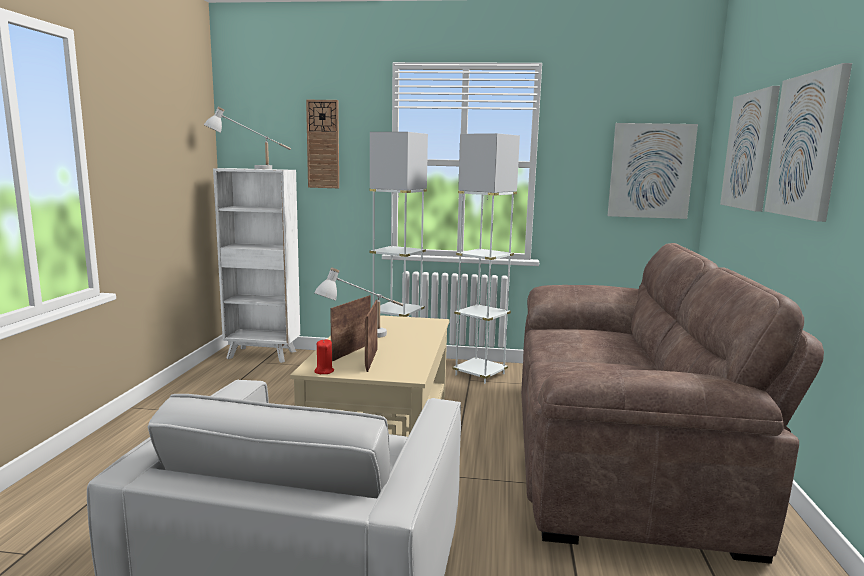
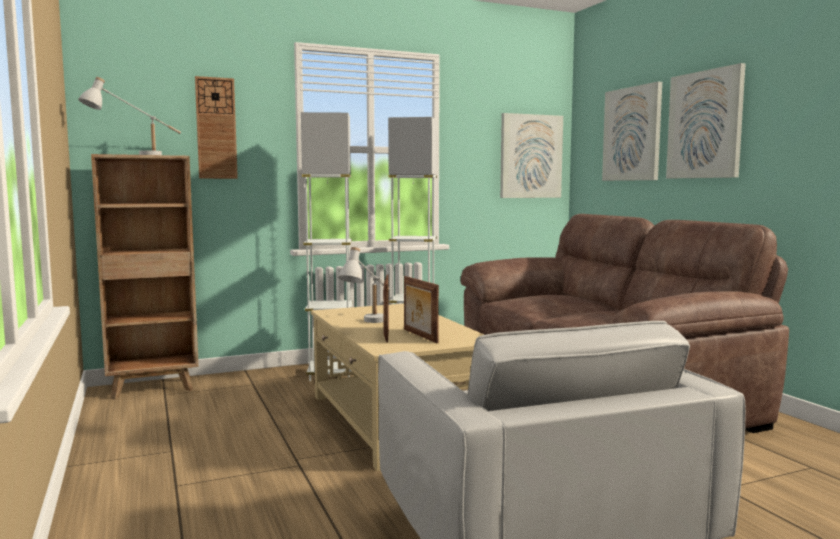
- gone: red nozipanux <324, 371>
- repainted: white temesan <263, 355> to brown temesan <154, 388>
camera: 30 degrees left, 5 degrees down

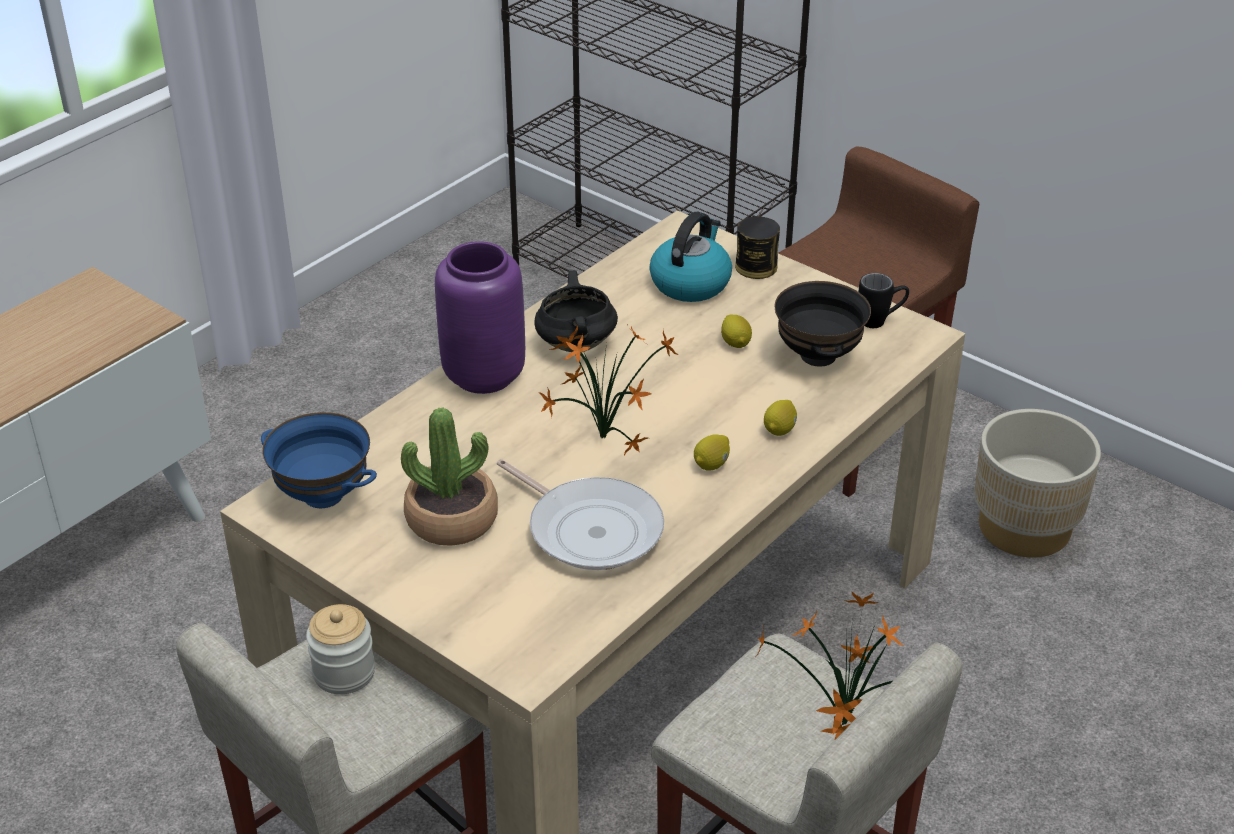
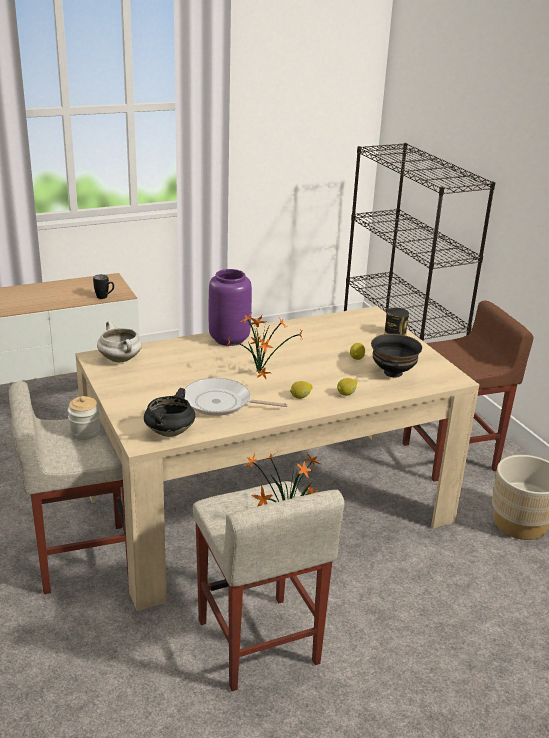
- gone: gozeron <452, 519>
- gone: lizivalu <690, 282>
- shifted: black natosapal <575, 344> to <169, 431>
- shifted: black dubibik <880, 321> to <105, 297>
- swapped: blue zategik <324, 495> to white natosapal <121, 359>
- rotated: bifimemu <590, 529> = <221, 403> 120 degrees clockwise
camera: 25 degrees right, 10 degrees down

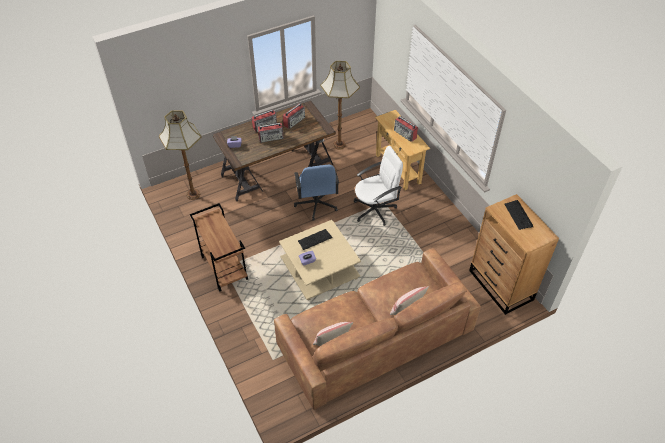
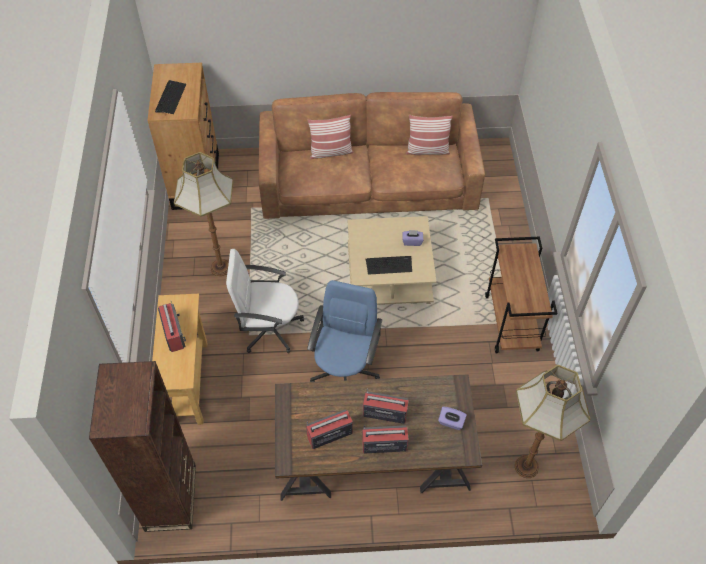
- new: brown temesan <171, 497>
- shifted: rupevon <339, 144> to <220, 268>
camera: 155 degrees left, 5 degrees up

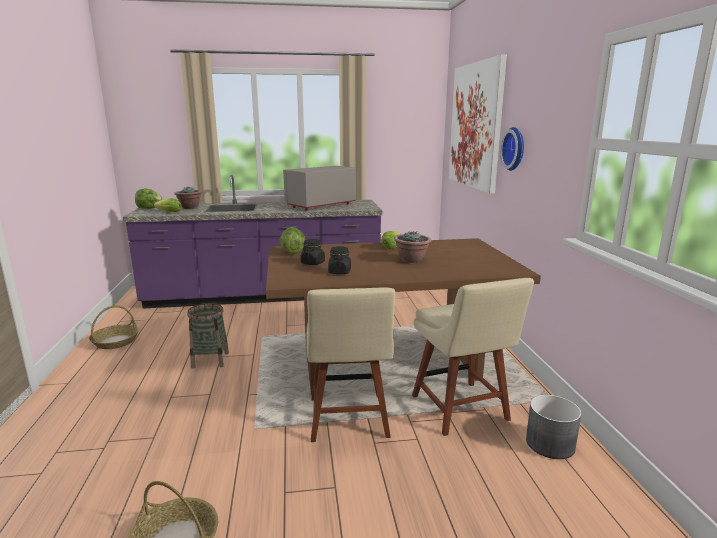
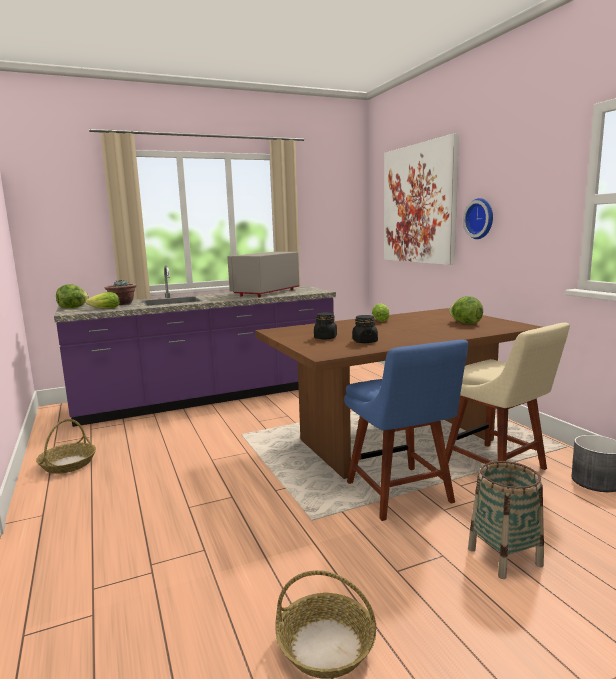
- gone: gozeron <411, 260>
- shifted: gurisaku <210, 360> to <504, 557>
- shifted: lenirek <292, 252> to <465, 323>
- repainted: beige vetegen <348, 420> to blue vetegen <401, 495>
camera: 15 degrees left, 5 degrees down

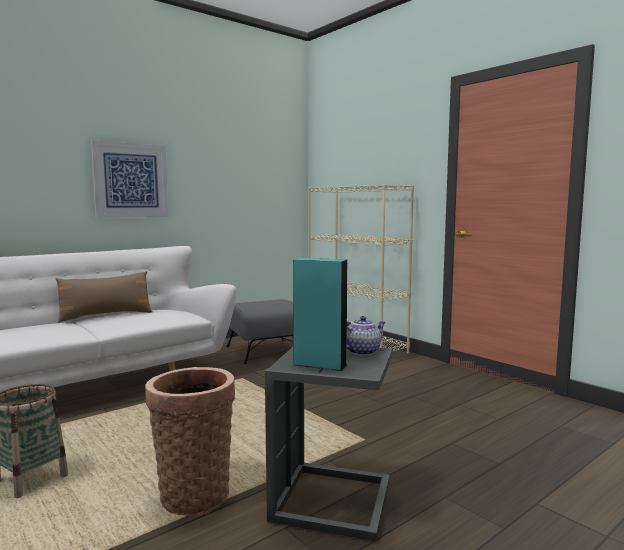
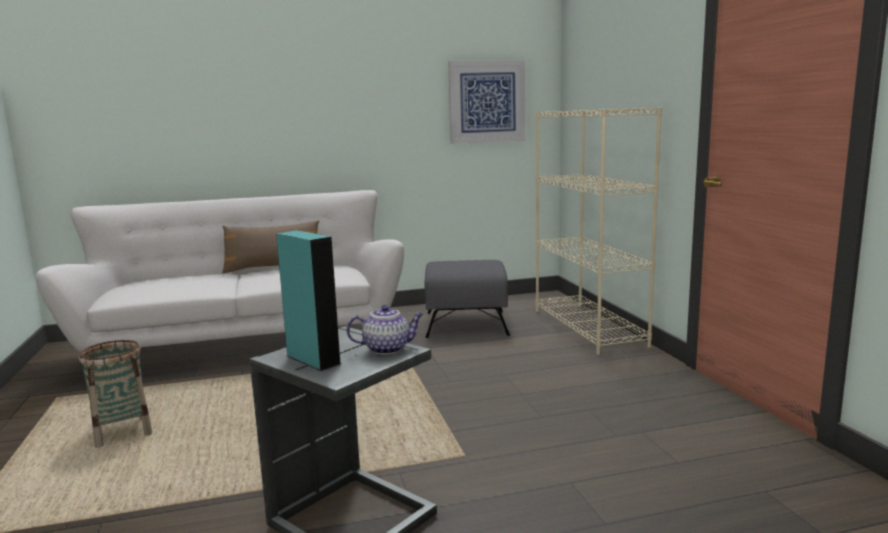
- gone: gurisaku <194, 493>
- shifted: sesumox <130, 180> to <487, 102>
camera: 25 degrees right, 5 degrees up

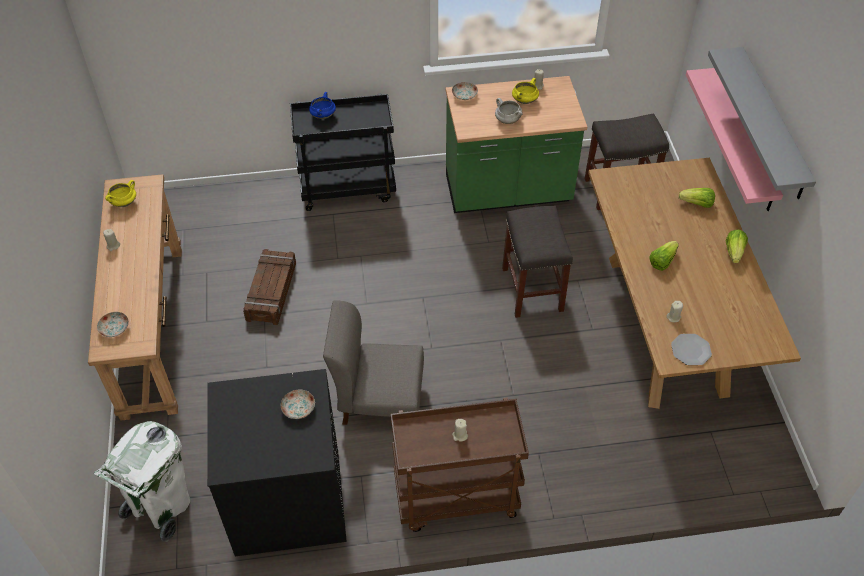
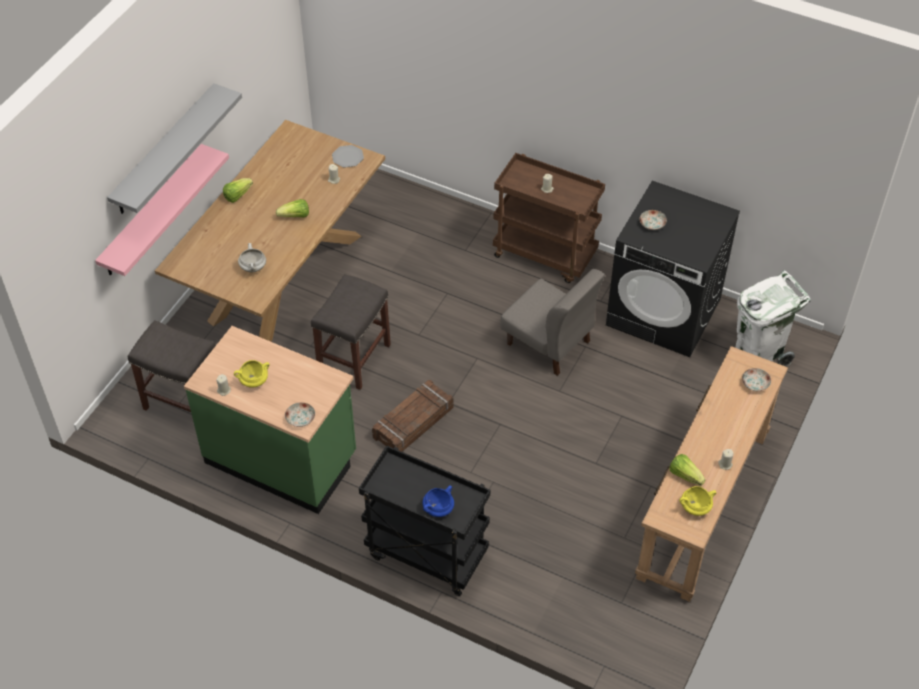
- shifted: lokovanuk <272, 292> to <412, 422>
- shifted: white natosapal <507, 120> to <253, 268>
- shifted: lenirek <697, 204> to <685, 475>
camera: 145 degrees left, 0 degrees up

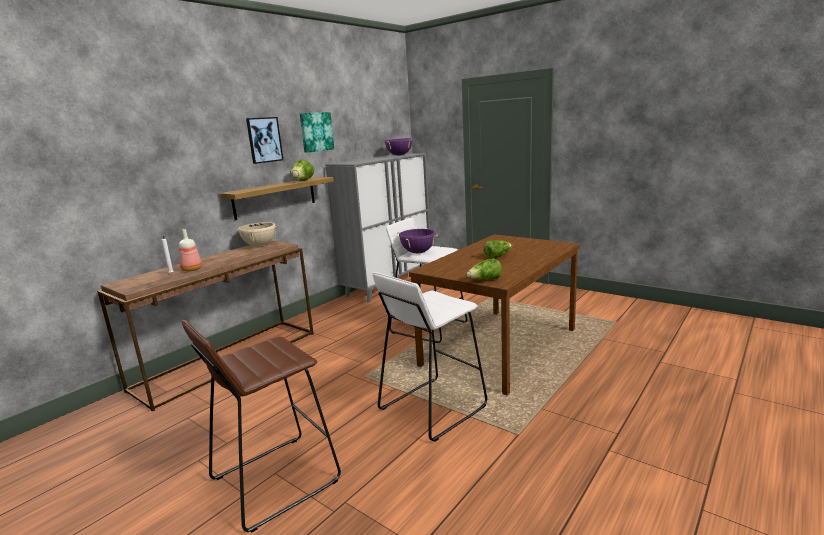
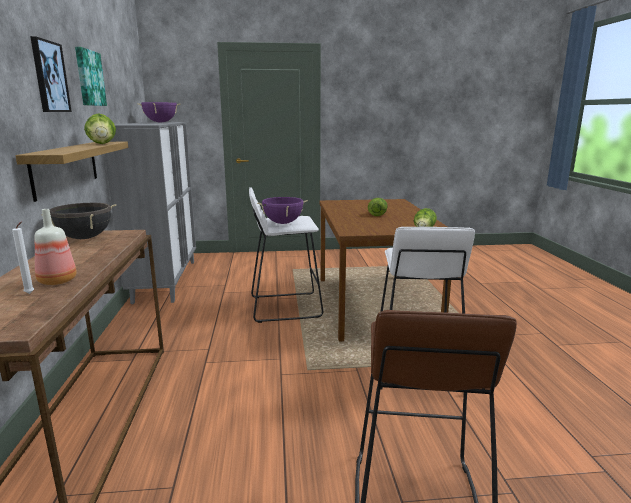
- repainted: beige natosapal <259, 245> to black natosapal <84, 238>
camera: 45 degrees left, 0 degrees up

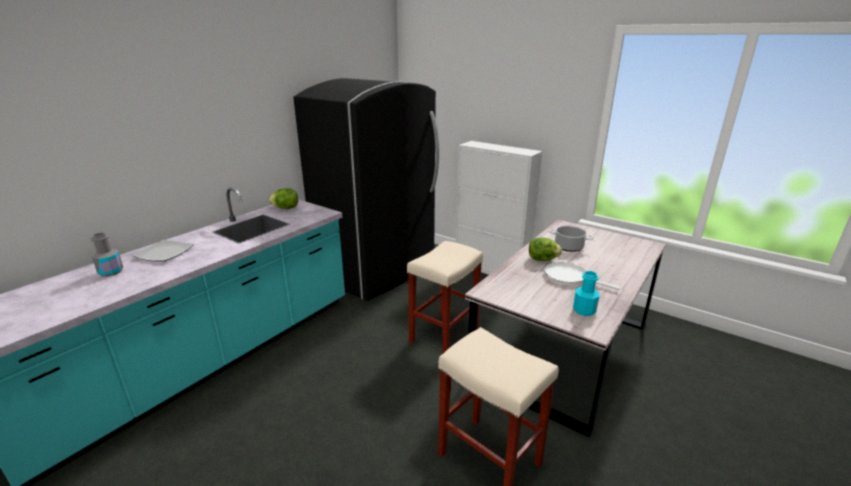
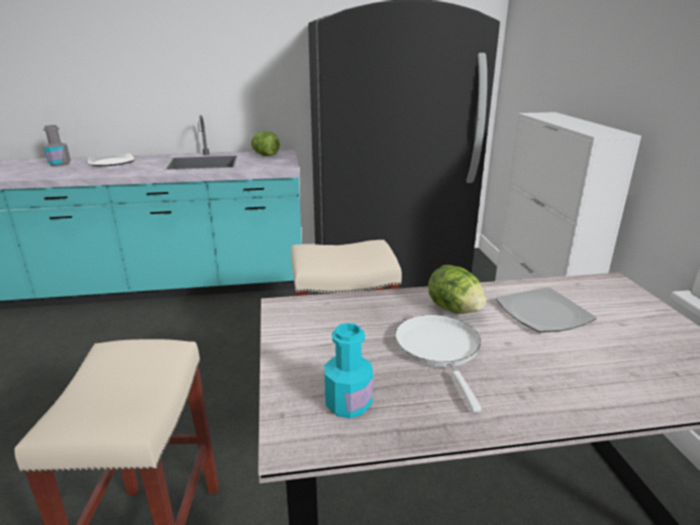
- swapped: natosapal <569, 247> to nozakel <544, 313>
camera: 45 degrees right, 0 degrees up

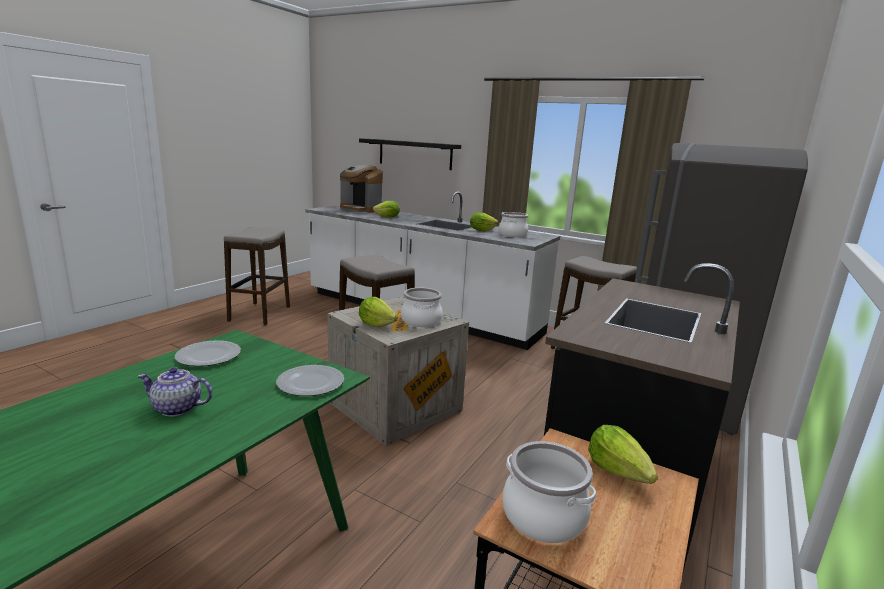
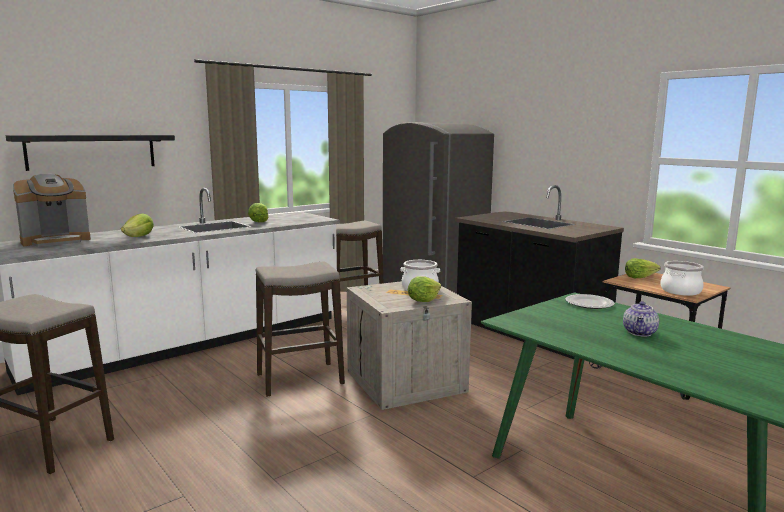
- gone: nozakel <209, 356>
- gone: natosapal <513, 234>
camera: 70 degrees left, 5 degrees down

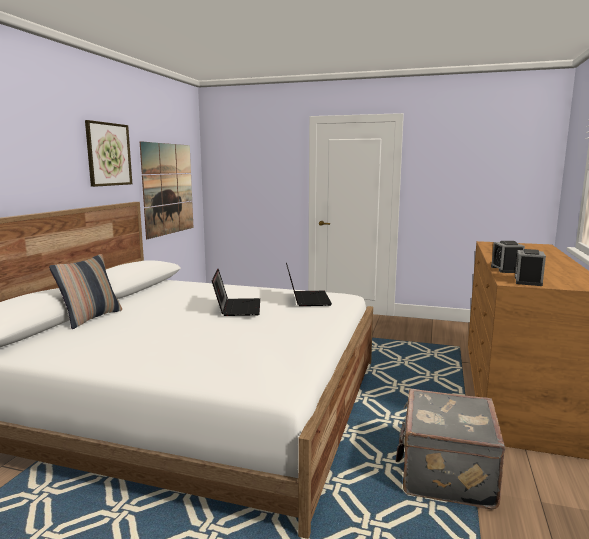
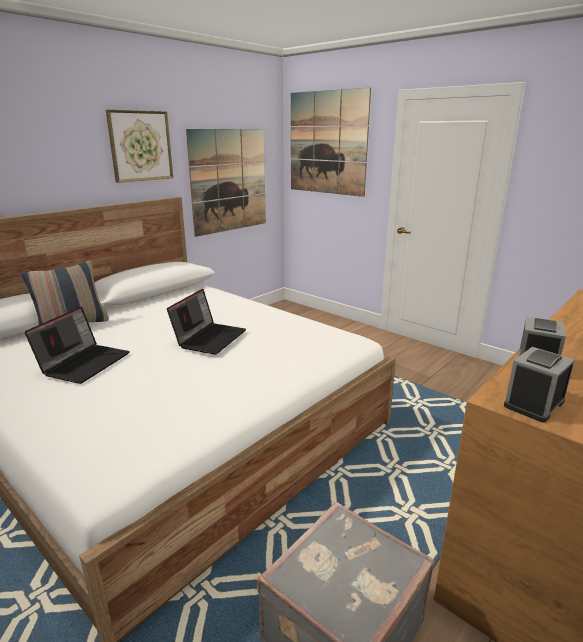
- new: sesumox <327, 143>
- shifted: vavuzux <307, 299> to <84, 363>
camera: 25 degrees right, 10 degrees up

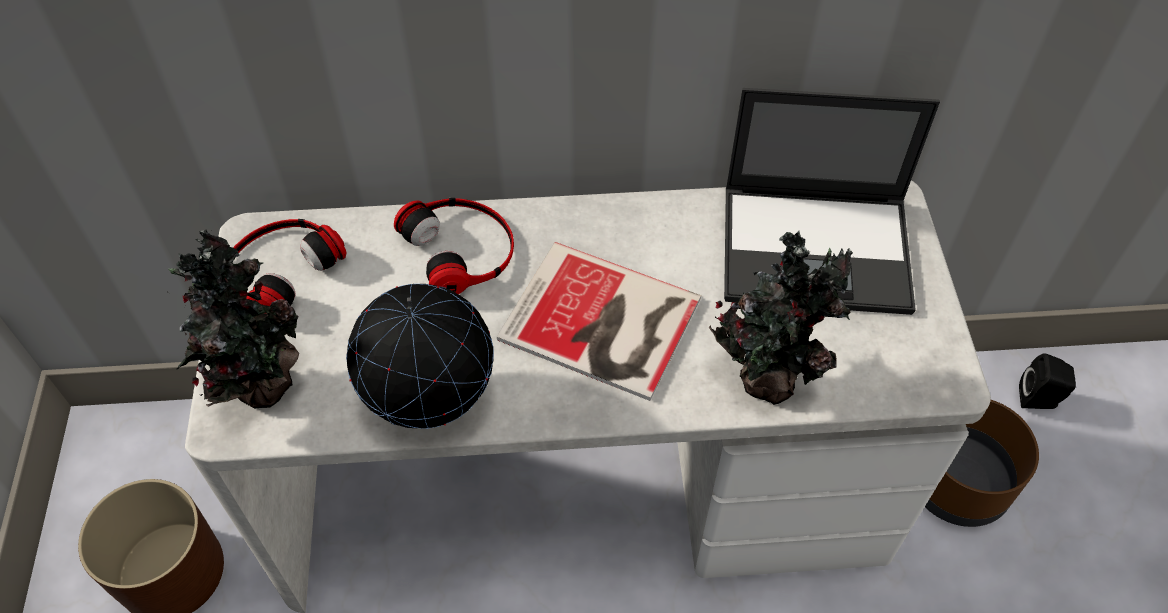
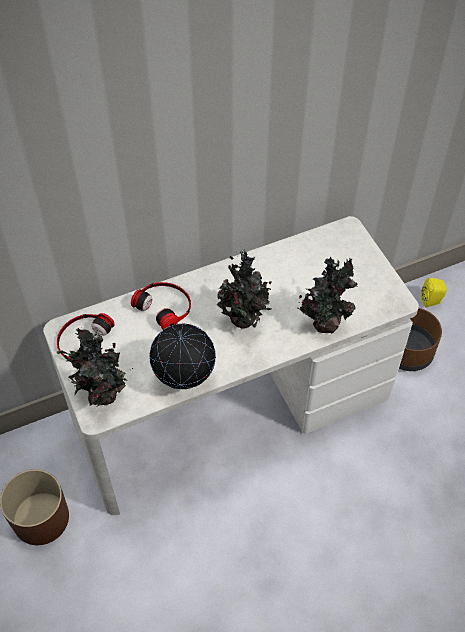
- gone: vavuzux <818, 249>
- swapped: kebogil <603, 324> to gozeron <244, 321>
- repainted: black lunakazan <1039, 400> to yellow lunakazan <432, 301>
camera: 20 degrees left, 0 degrees up

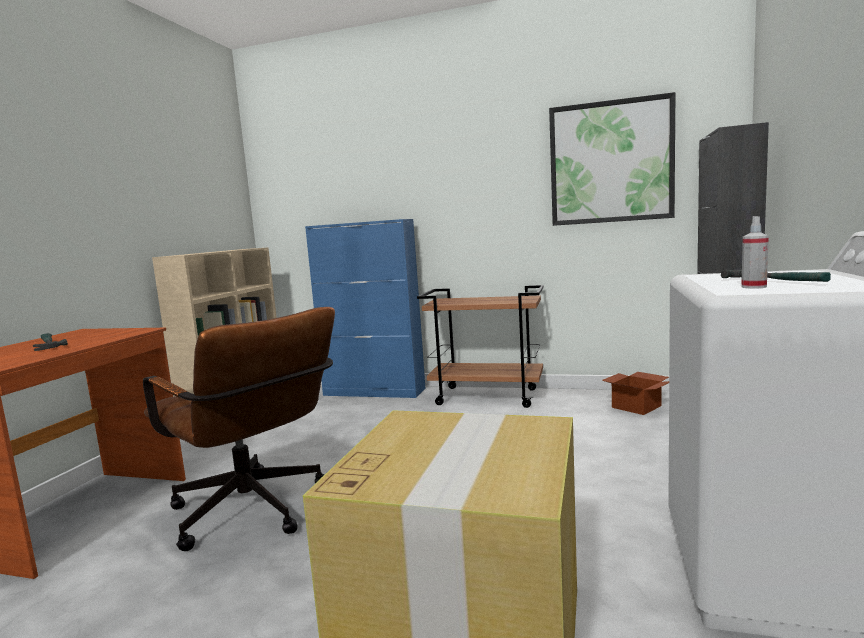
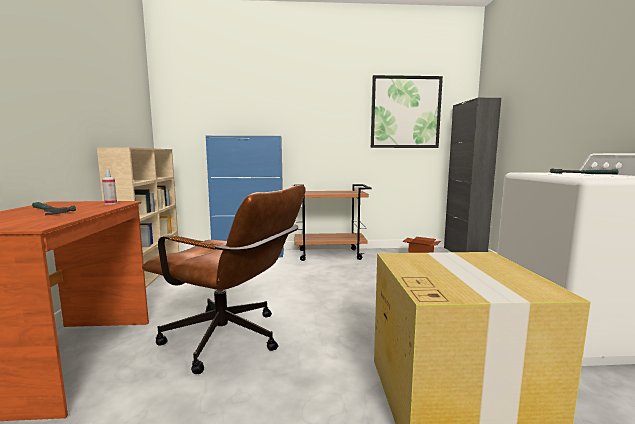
- shifted: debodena <753, 287> to <111, 203>
camera: 20 degrees left, 0 degrees up

